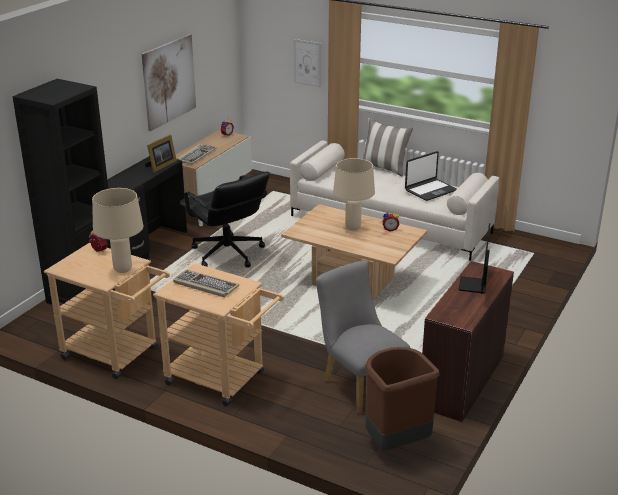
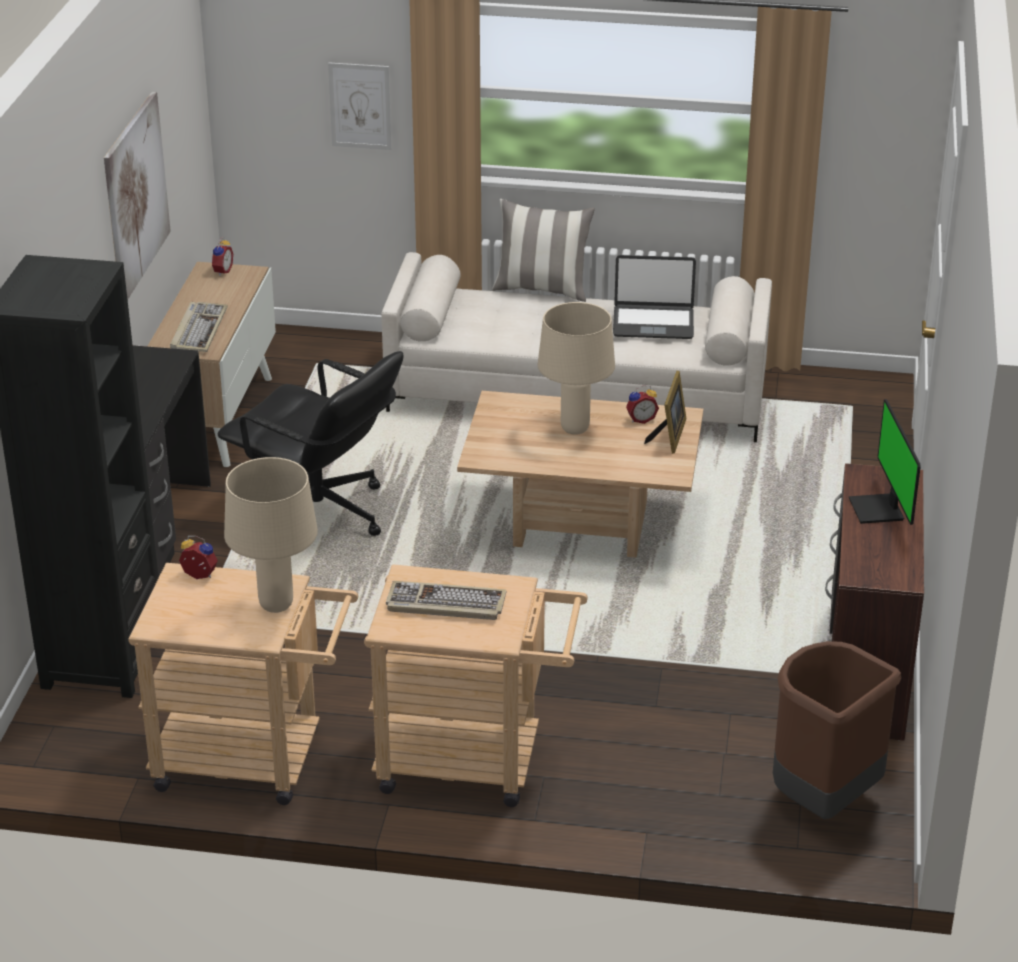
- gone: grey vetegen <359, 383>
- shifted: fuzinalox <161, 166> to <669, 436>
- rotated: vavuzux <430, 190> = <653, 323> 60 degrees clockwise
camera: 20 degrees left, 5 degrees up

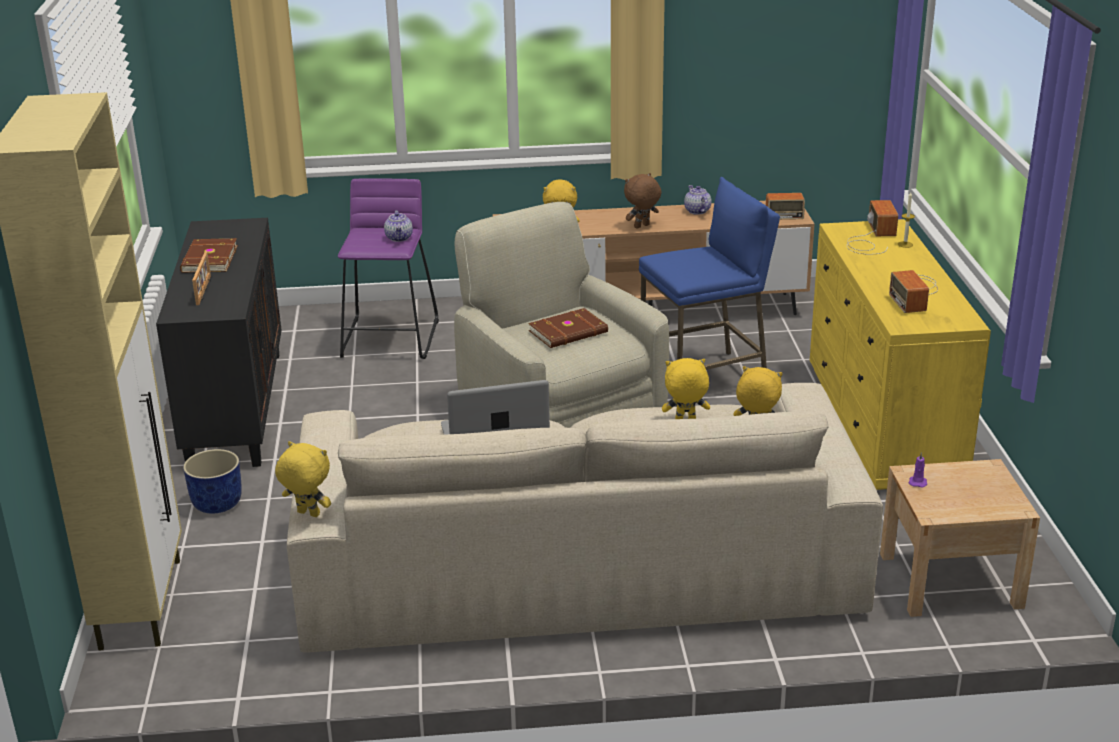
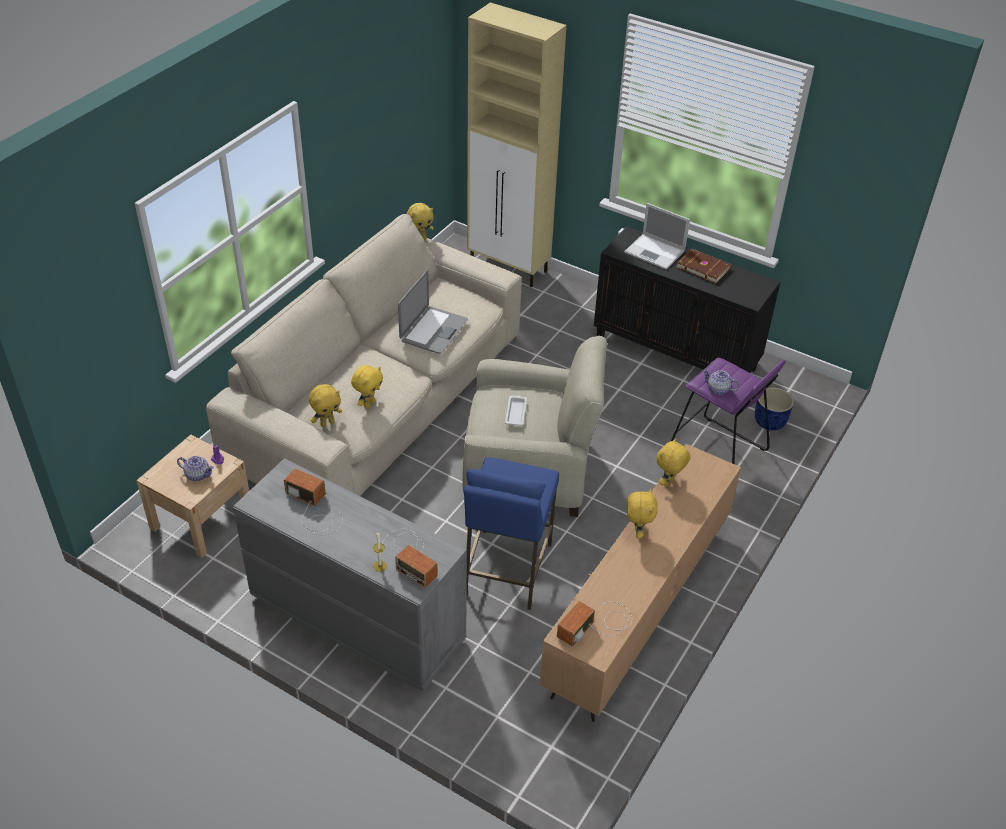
- shifted: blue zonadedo <217, 503> to <770, 422>
- shifted: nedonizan <696, 211> to <198, 475>
- swapped: fuzinalox <204, 290> to vavuzux <655, 252>
- swapped: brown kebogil <569, 332> to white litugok <516, 412>
- repainted: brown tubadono <642, 226> to yellow tubadono <637, 531>
- repainted: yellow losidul <883, 424> to grey losidul <356, 617>
camera: 125 degrees right, 15 degrees up

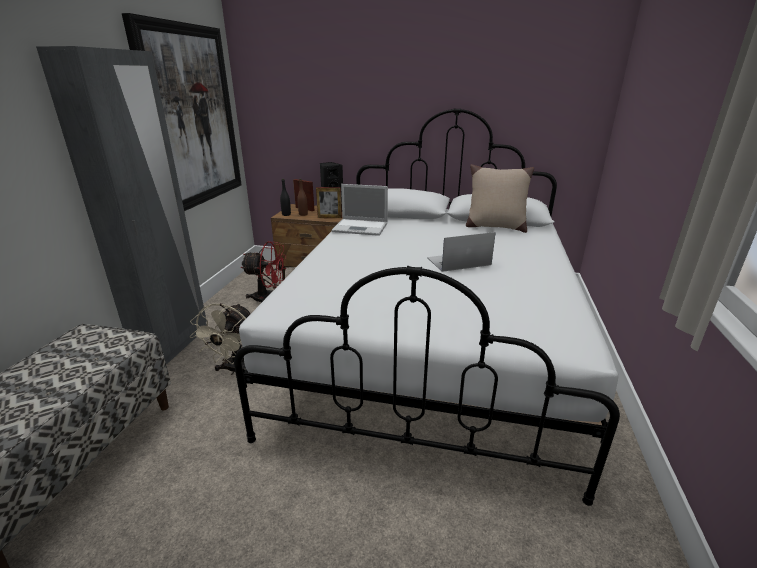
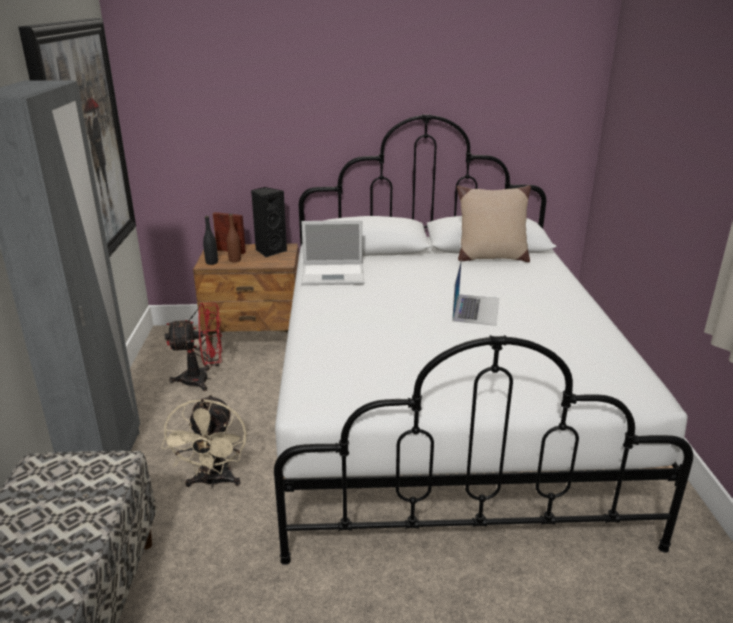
- gone: fuzinalox <329, 217>
- rotated: vavuzux <458, 261> = <476, 309> 135 degrees clockwise
camera: 15 degrees left, 0 degrees up

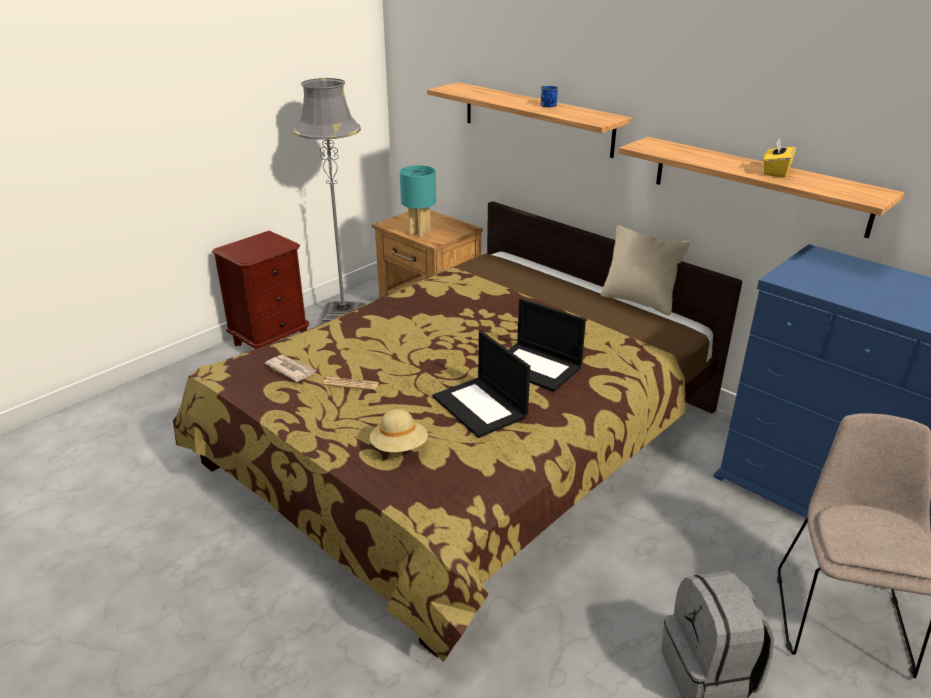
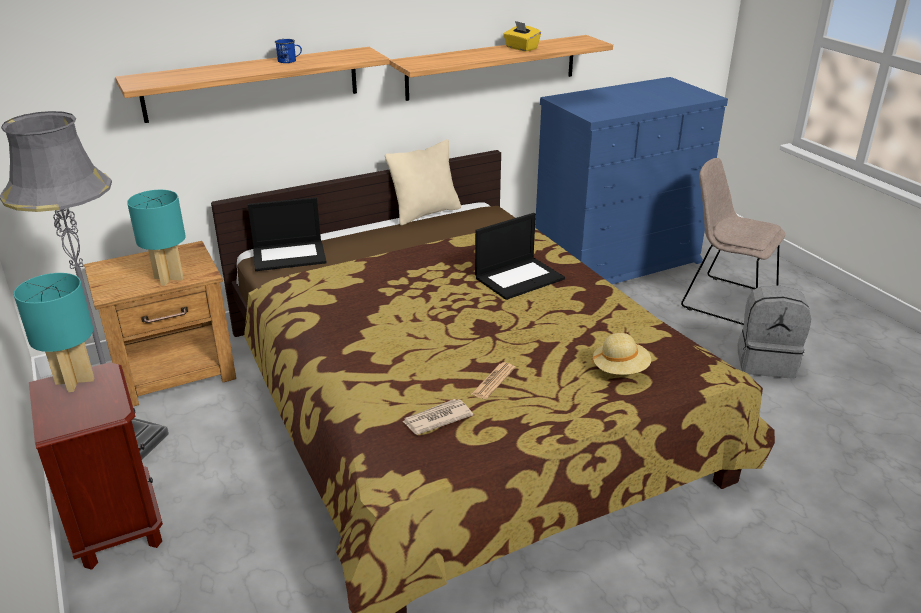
- new: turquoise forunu <74, 381>
- shifted: vavuzux <481, 407> to <290, 255>
camera: 70 degrees left, 0 degrees up

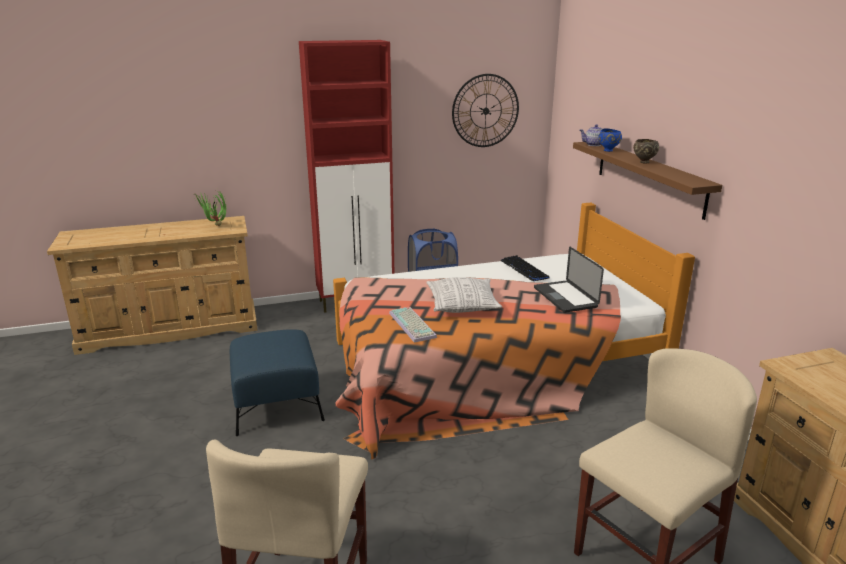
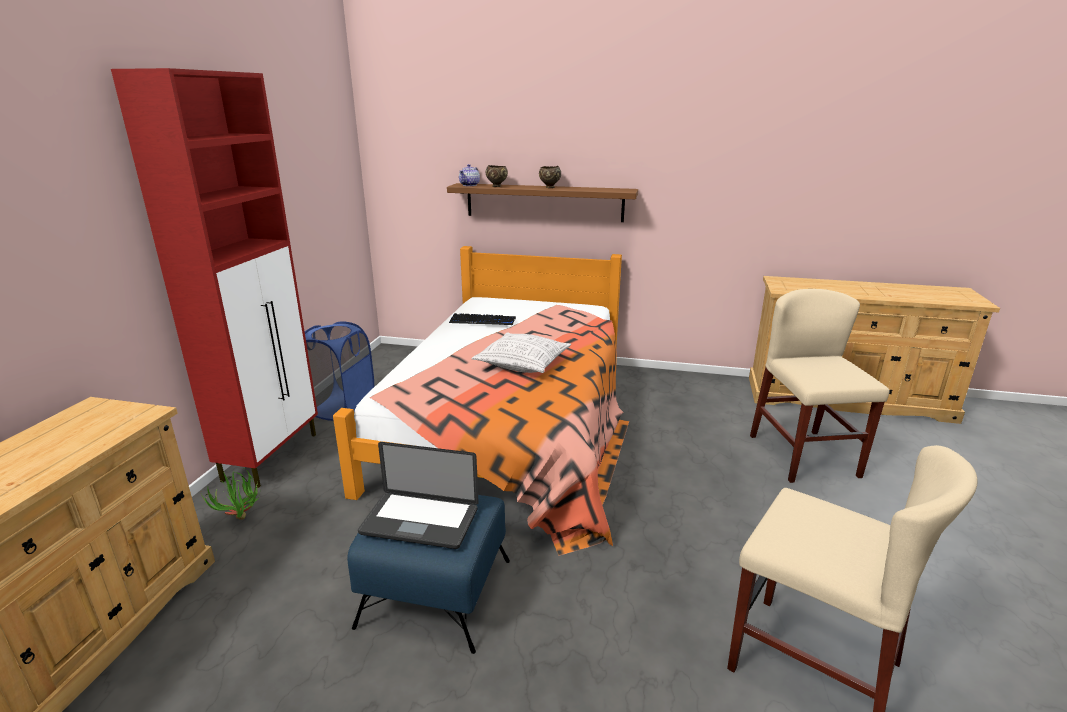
- gone: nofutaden <413, 325>
- gone: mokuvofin <485, 111>
- shifted: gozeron <215, 227> to <242, 522>
- shifted: vavuzux <565, 297> to <420, 521>
- repainted: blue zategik <608, 150> to brown zategik <497, 186>
camera: 60 degrees left, 0 degrees up

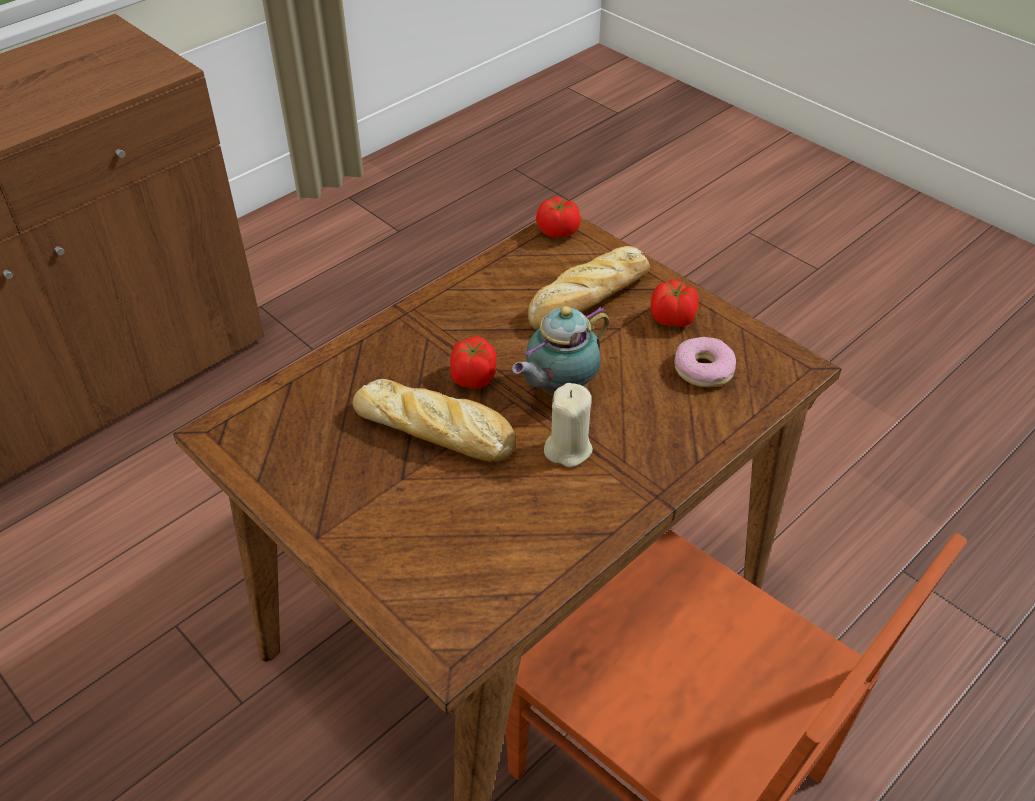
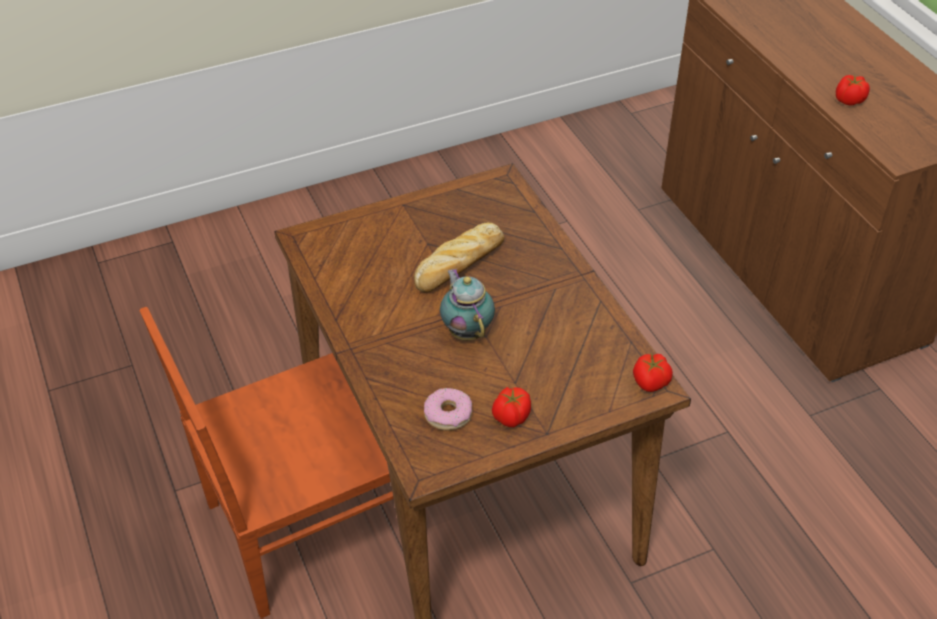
- gone: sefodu <587, 300>
- gone: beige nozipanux <568, 448>
- shifted: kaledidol <473, 378> to <849, 101>
camera: 110 degrees right, 0 degrees up

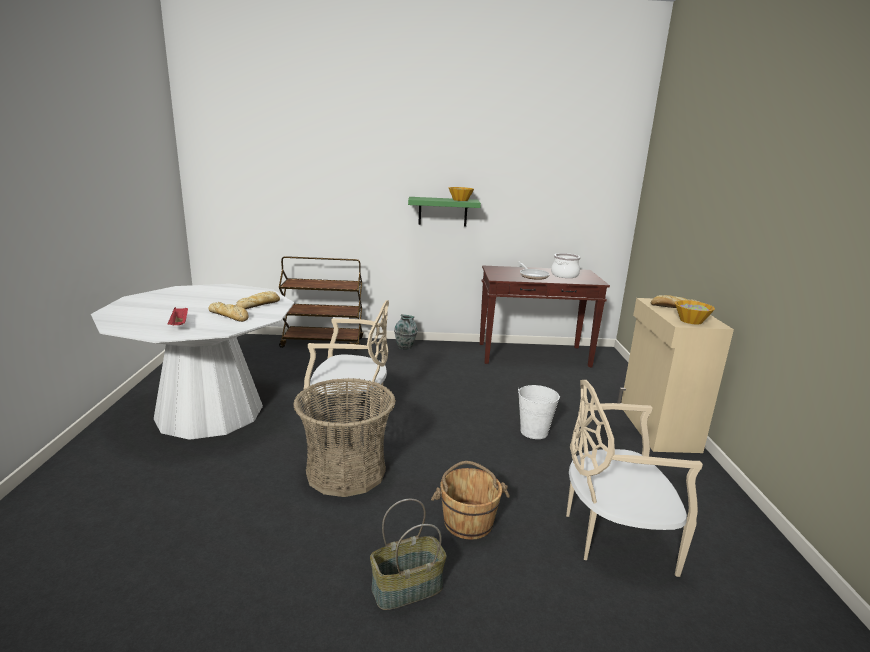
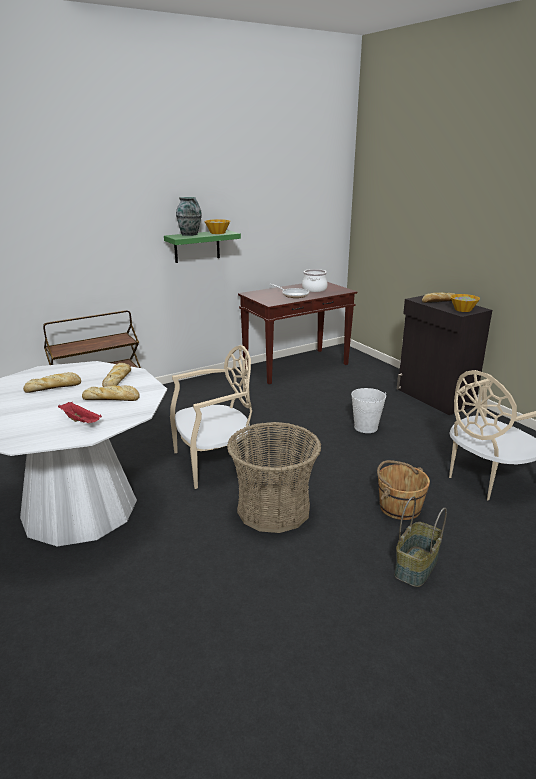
- new: sefodu <54, 387>
- shifted: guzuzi <405, 347> to <190, 235>
- repainted: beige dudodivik <657, 428> to black dudodivik <434, 397>
camera: 30 degrees left, 5 degrees up

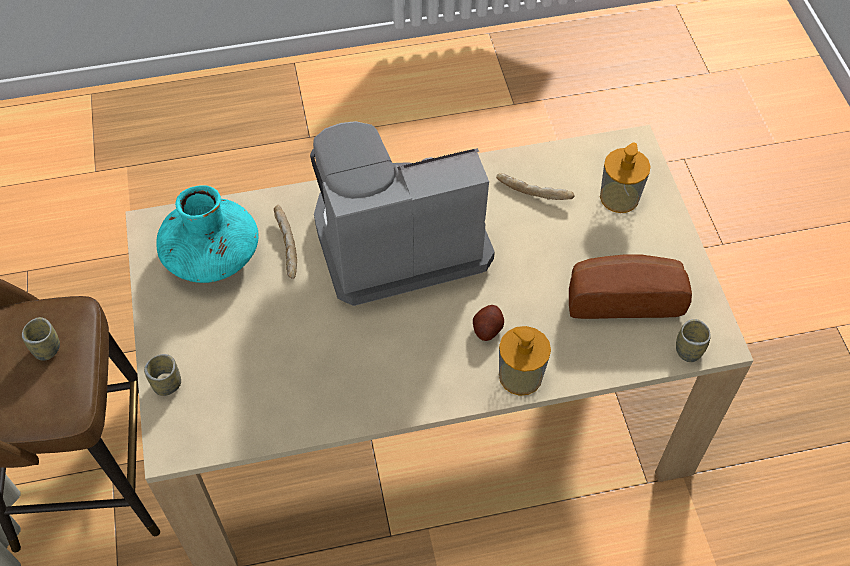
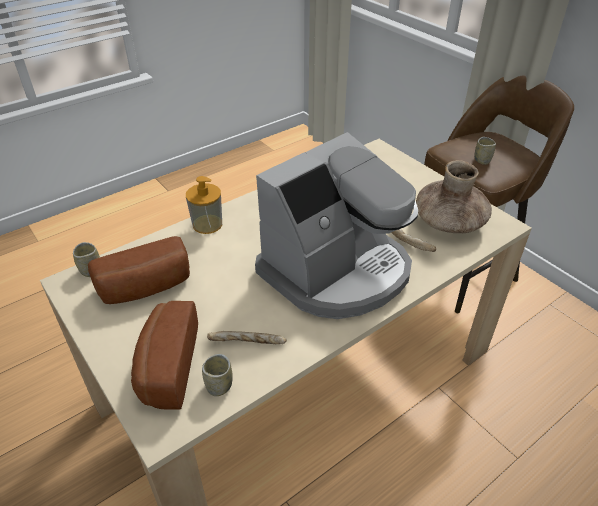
- gone: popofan <487, 329>
- shifted: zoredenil <167, 384> to <219, 386>
- swapped: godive <619, 197> to sefodu <166, 366>
- repainted: turquoise guzuzi <212, 255> to brown guzuzi <449, 222>
camera: 155 degrees right, 15 degrees down

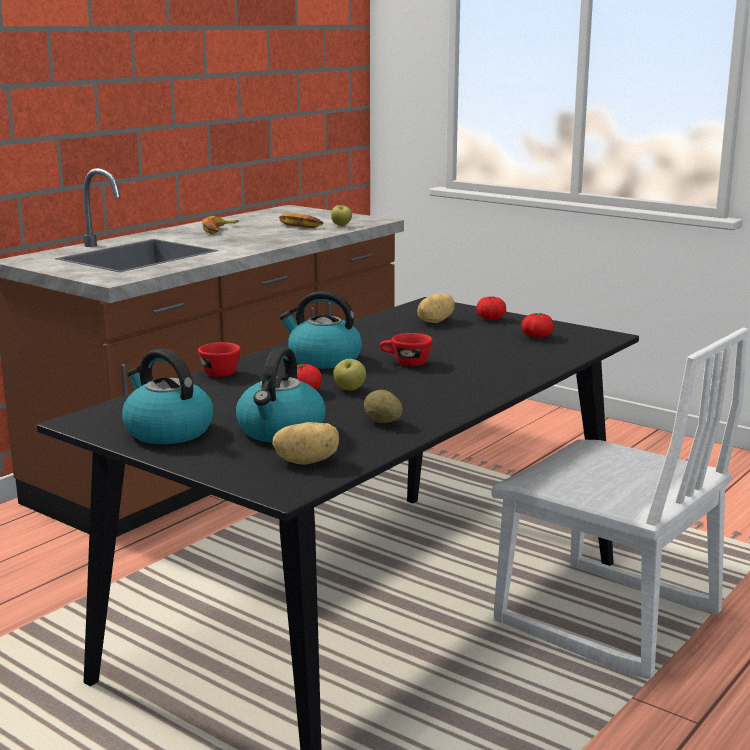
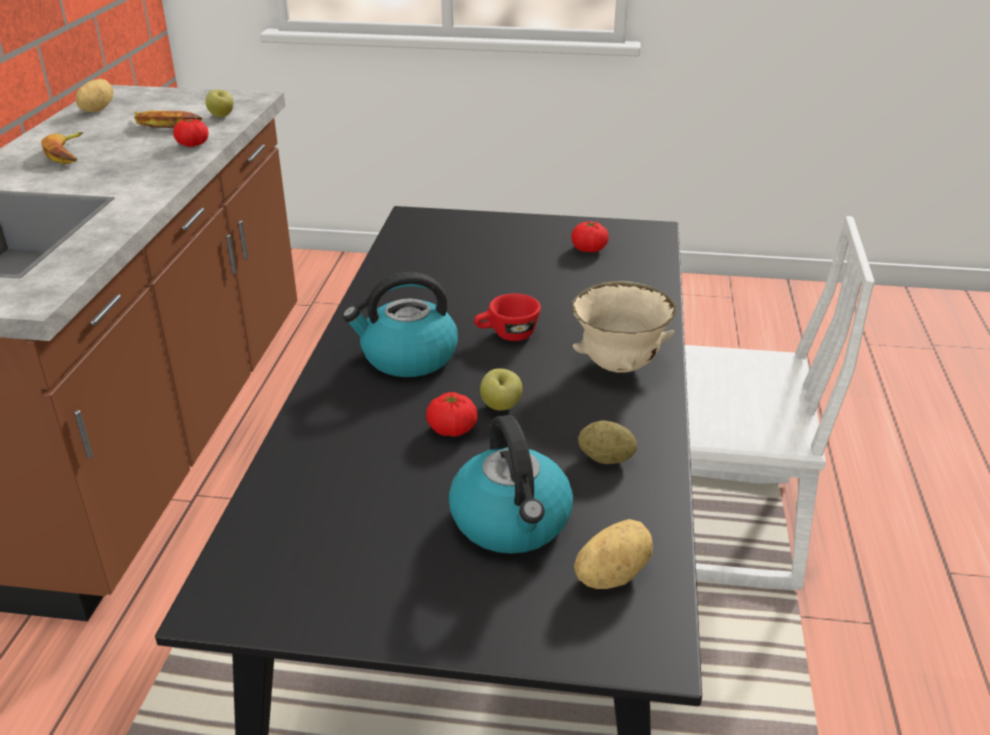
- gone: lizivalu <167, 431>
- gone: red zoredenil <217, 372>
- new: beige zategik <619, 366>
- shifted: popofan <434, 321> to <96, 110>
- shifted: kaledidol <490, 318> to <193, 144>
camera: 30 degrees left, 15 degrees up

